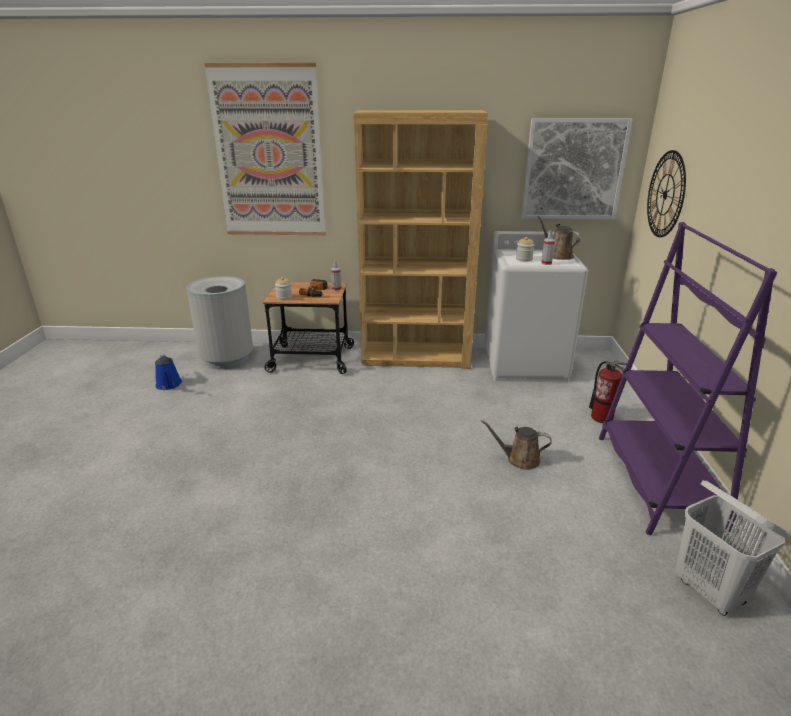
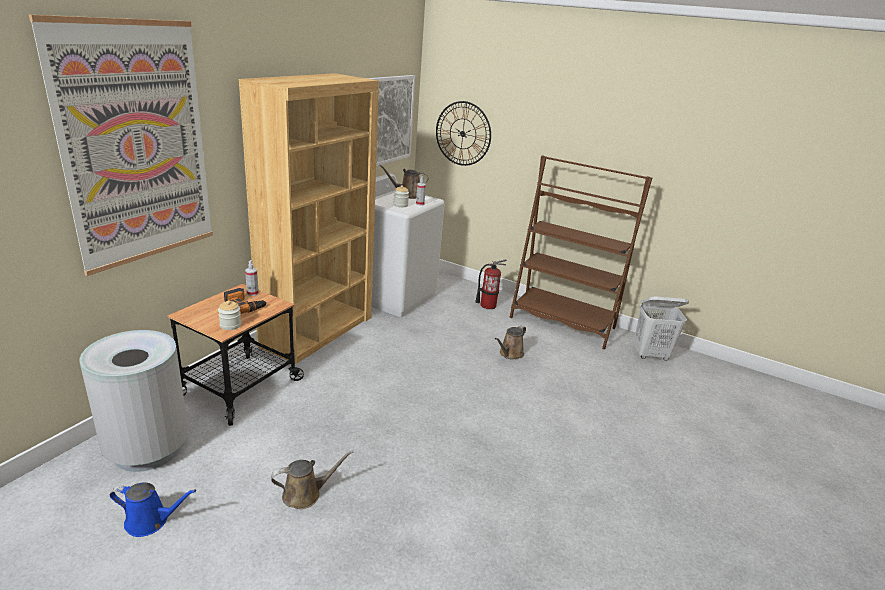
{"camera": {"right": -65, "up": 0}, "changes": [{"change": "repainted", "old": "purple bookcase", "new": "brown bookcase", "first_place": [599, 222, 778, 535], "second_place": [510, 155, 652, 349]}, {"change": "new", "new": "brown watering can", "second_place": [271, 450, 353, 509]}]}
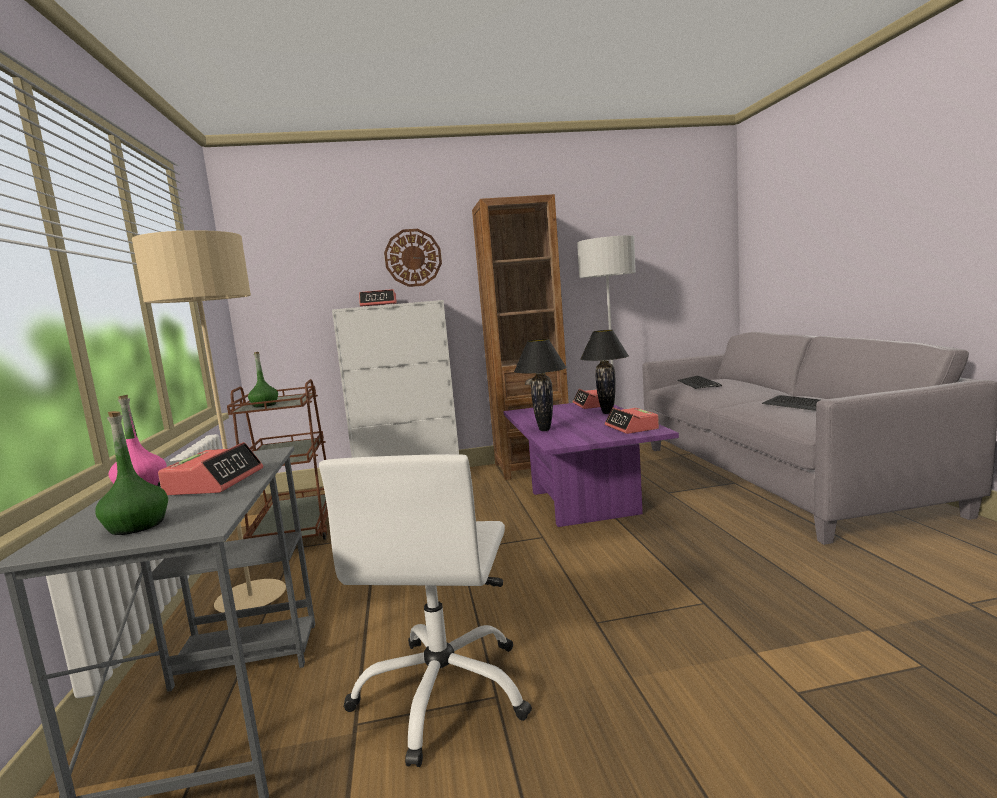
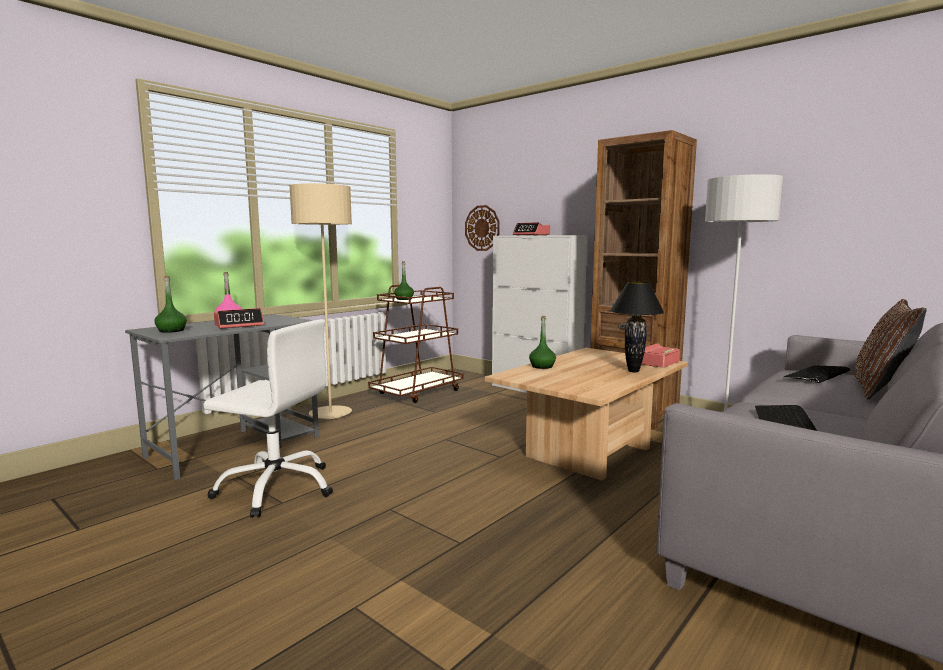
{"camera": {"right": 50, "up": 0}, "changes": [{"change": "rotated", "old": "white office chair", "first_place": [319, 454, 532, 767], "second_place": [203, 319, 333, 518], "degrees": -135}, {"change": "shifted", "old": "wall clock", "first_place": [384, 229, 442, 287], "second_place": [465, 205, 500, 251]}, {"change": "repainted", "old": "purple coffee table", "new": "beige coffee table", "first_place": [503, 403, 679, 527], "second_place": [485, 348, 688, 480]}, {"change": "swapped", "old": "black table lamp", "new": "green bottle", "first_place": [514, 339, 567, 431], "second_place": [529, 316, 556, 369]}, {"change": "gone", "old": "alarm clock", "first_place": [605, 408, 659, 434]}, {"change": "new", "new": "brown pillow", "second_place": [855, 299, 927, 399]}]}
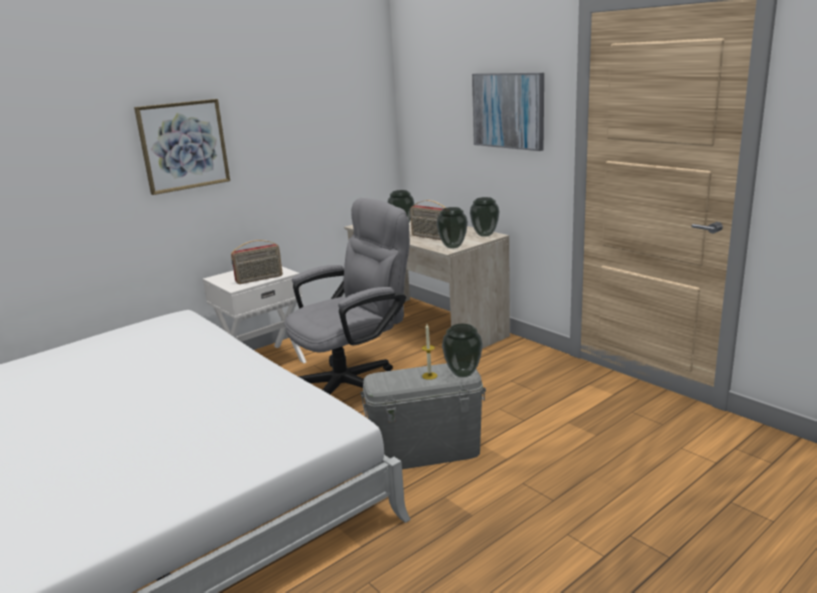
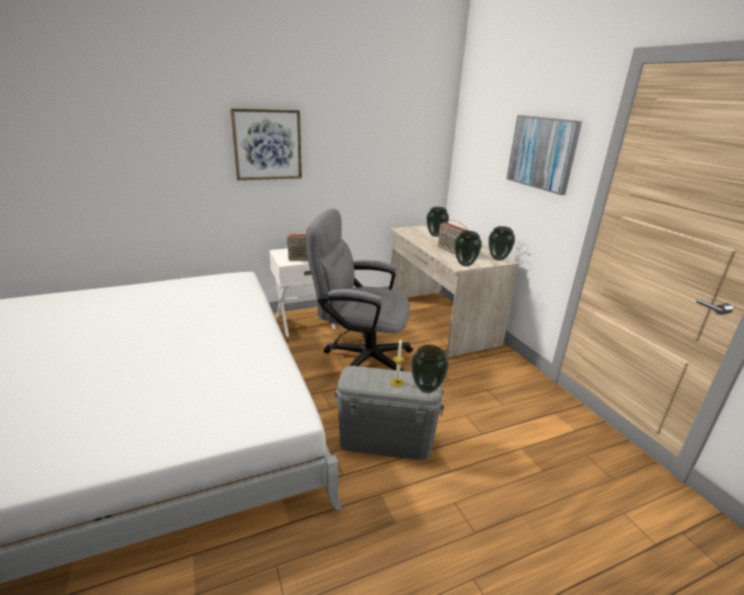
{"camera": {"right": 15, "up": 5}, "changes": [{"change": "rotated", "old": "grey office chair", "first_place": [284, 198, 410, 394], "second_place": [306, 208, 413, 371], "degrees": -150}]}
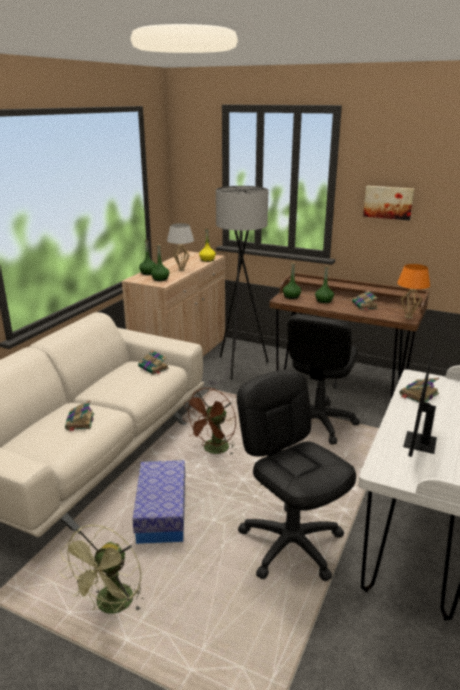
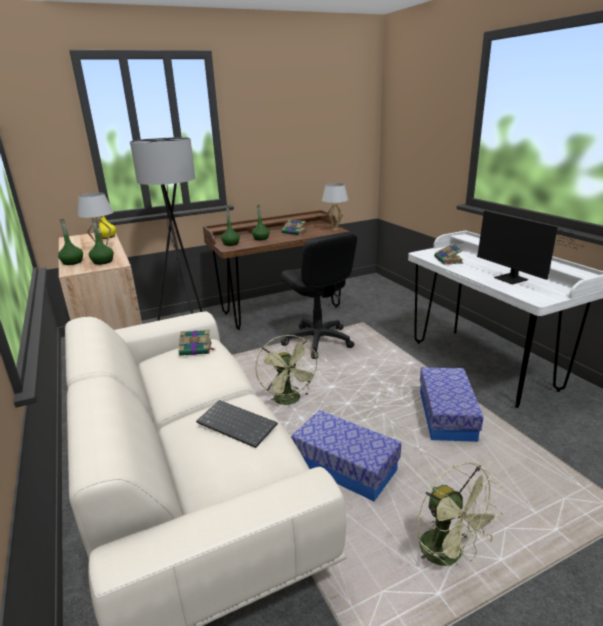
{"camera": {"right": -50, "up": 0}, "changes": [{"change": "swapped", "old": "book", "new": "keyboard", "first_place": [65, 400, 94, 432], "second_place": [196, 400, 278, 448]}, {"change": "repainted", "old": "brown fan", "new": "green fan", "first_place": [184, 388, 236, 454], "second_place": [256, 335, 319, 405]}, {"change": "swapped", "old": "black office chair", "new": "storage box", "first_place": [237, 369, 356, 581], "second_place": [420, 367, 484, 442]}, {"change": "gone", "old": "picture", "first_place": [363, 186, 414, 220]}, {"change": "repainted", "old": "orange table lamp", "new": "white table lamp", "first_place": [397, 264, 430, 319], "second_place": [322, 183, 348, 230]}]}
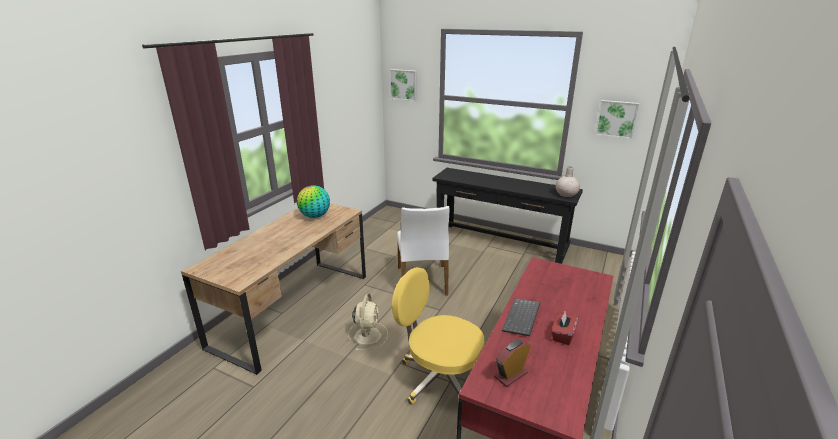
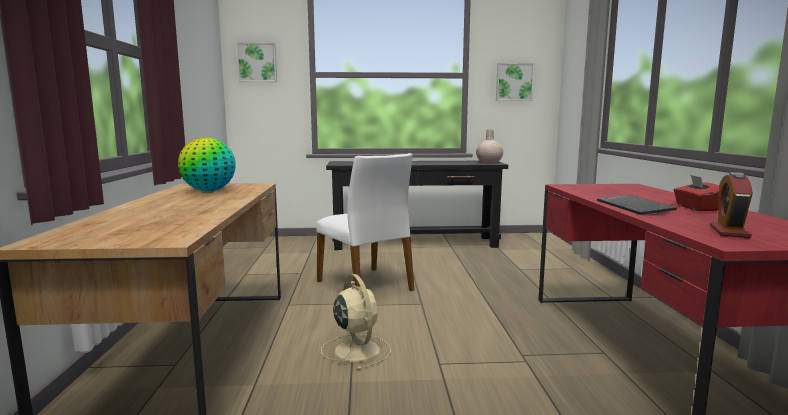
{"camera": {"right": -30, "up": -15}, "changes": [{"change": "gone", "old": "yellow office chair", "first_place": [392, 267, 484, 405]}]}
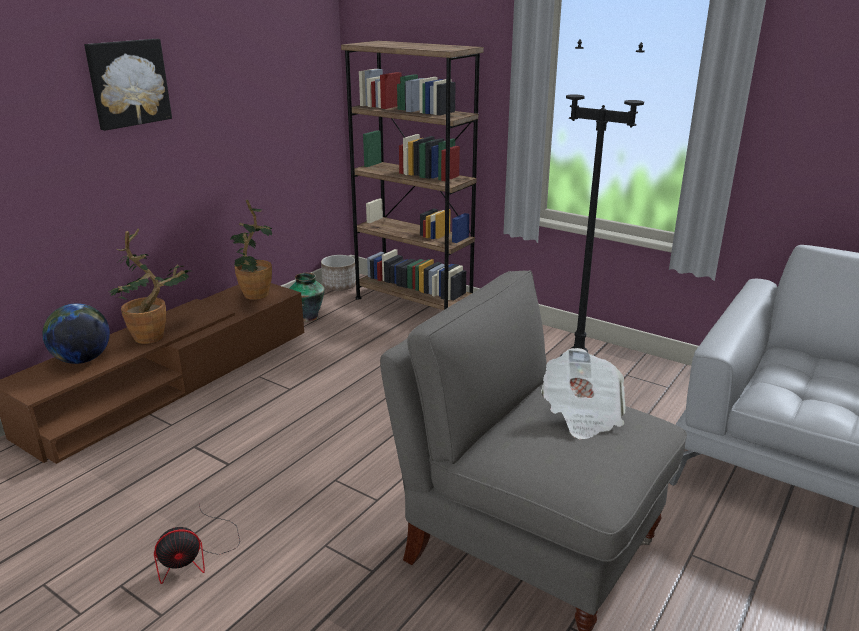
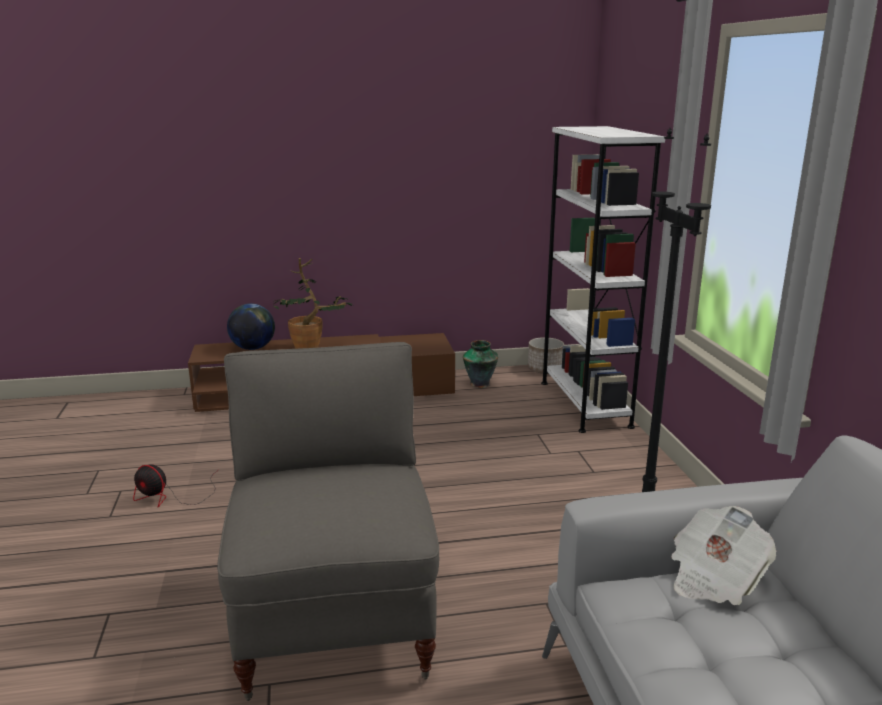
{"camera": {"right": 45, "up": -5}, "changes": [{"change": "gone", "old": "picture", "first_place": [84, 39, 172, 131]}, {"change": "gone", "old": "potted plant", "first_place": [230, 200, 272, 300]}, {"change": "repainted", "old": "brown bookcase", "new": "white bookcase", "first_place": [341, 41, 484, 310], "second_place": [541, 126, 665, 433]}, {"change": "shifted", "old": "newspaper", "first_place": [541, 348, 626, 439], "second_place": [671, 506, 776, 605]}]}
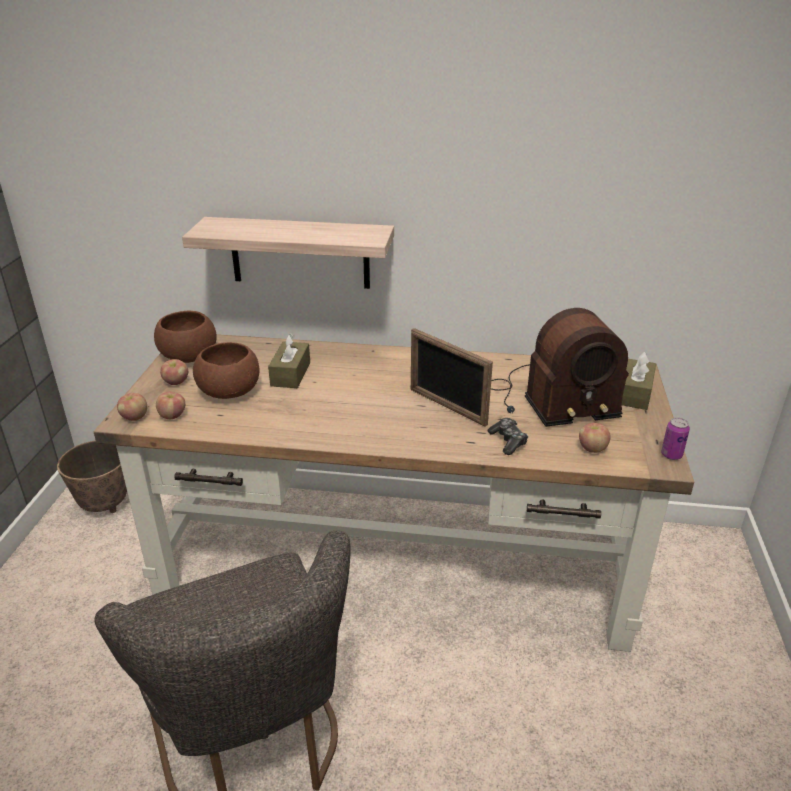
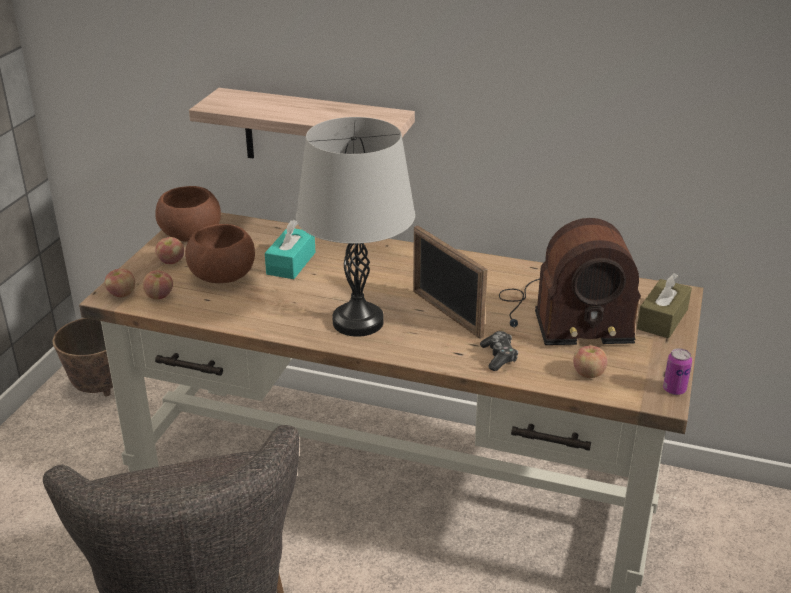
{"camera": {"right": 10, "up": 0}, "changes": [{"change": "repainted", "old": "brown tissue box", "new": "turquoise tissue box", "first_place": [268, 333, 310, 388], "second_place": [265, 220, 316, 279]}, {"change": "new", "new": "grey table lamp", "second_place": [296, 117, 415, 337]}]}
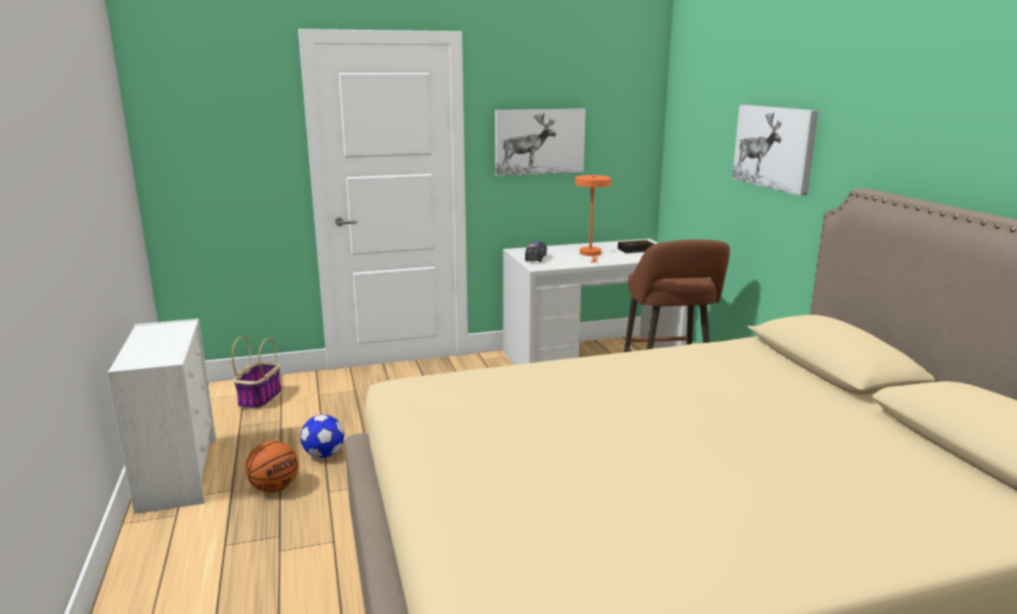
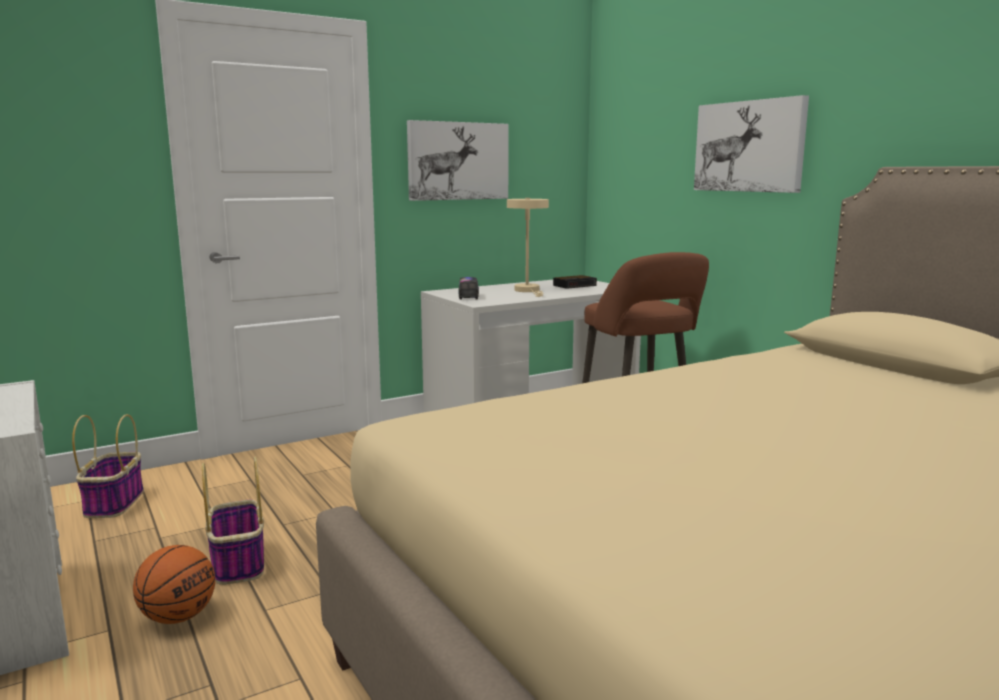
{"camera": {"right": -15, "up": -5}, "changes": [{"change": "swapped", "old": "football", "new": "basket", "first_place": [300, 415, 344, 458], "second_place": [202, 457, 264, 585]}, {"change": "repainted", "old": "orange table lamp", "new": "beige table lamp", "first_place": [575, 175, 611, 263], "second_place": [507, 198, 549, 297]}]}
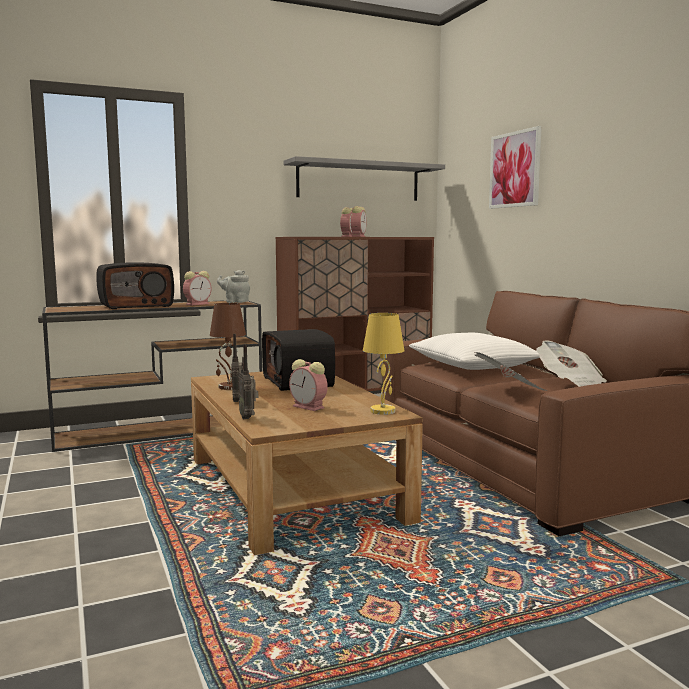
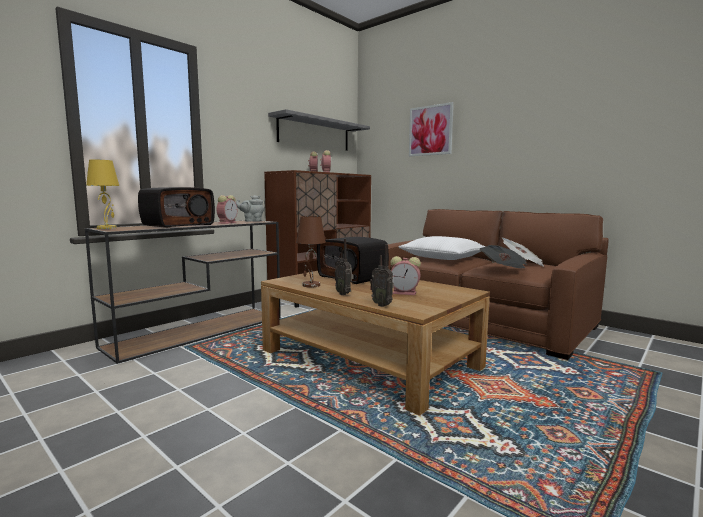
{"camera": {"right": -25, "up": 0}, "changes": [{"change": "shifted", "old": "yellow table lamp", "first_place": [363, 313, 405, 415], "second_place": [86, 159, 119, 229]}]}
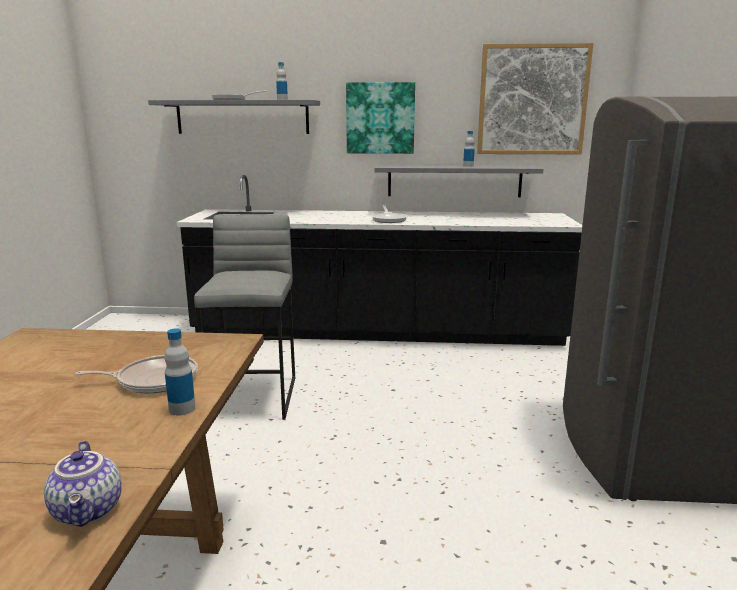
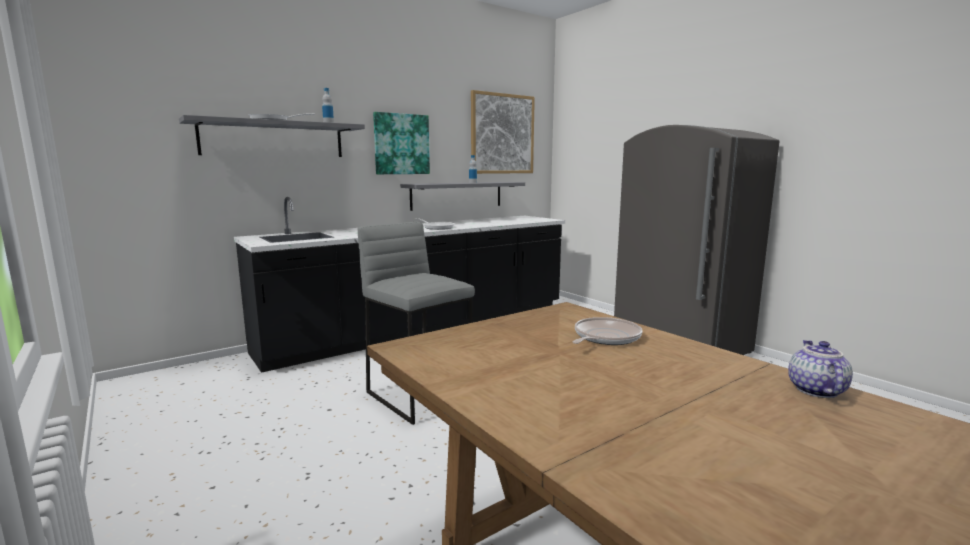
{"camera": {"right": -40, "up": -5}, "changes": [{"change": "rotated", "old": "teapot", "first_place": [44, 440, 122, 527], "second_place": [788, 340, 853, 398], "degrees": -105}, {"change": "gone", "old": "bottle", "first_place": [164, 328, 195, 416]}]}
